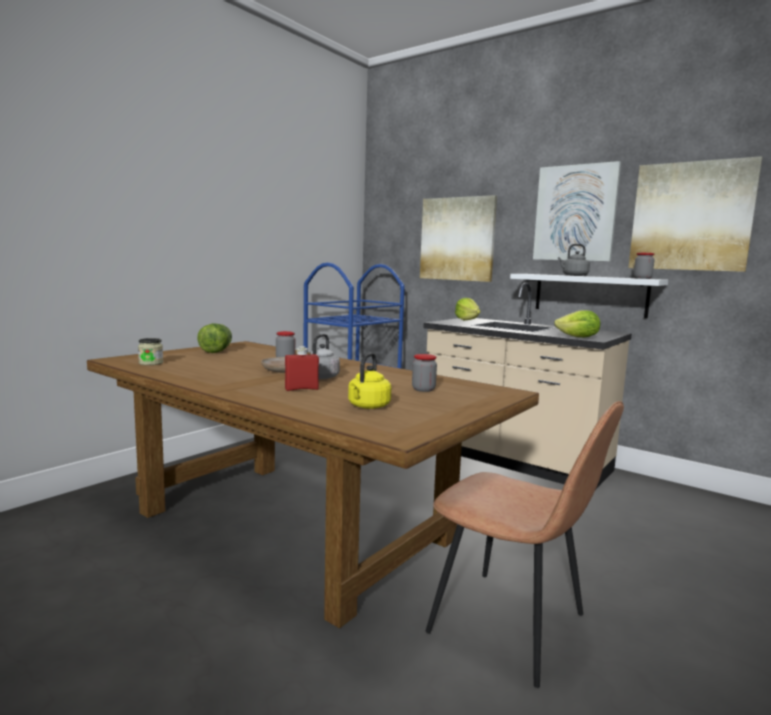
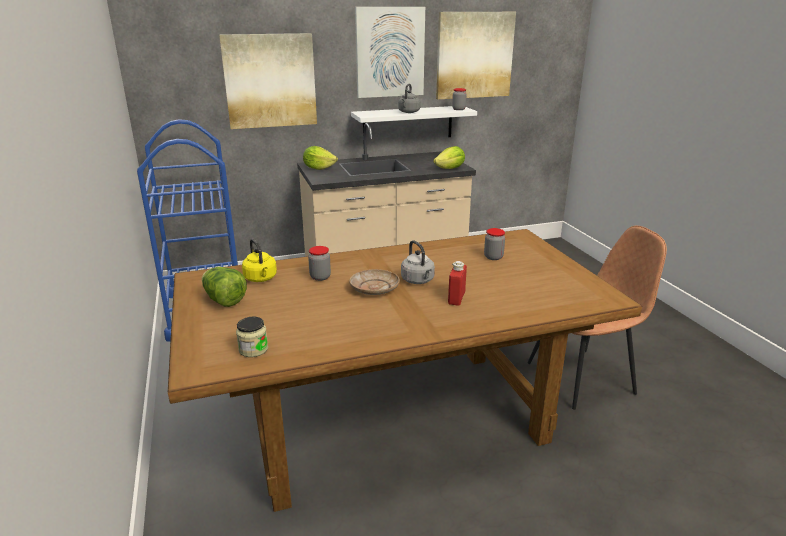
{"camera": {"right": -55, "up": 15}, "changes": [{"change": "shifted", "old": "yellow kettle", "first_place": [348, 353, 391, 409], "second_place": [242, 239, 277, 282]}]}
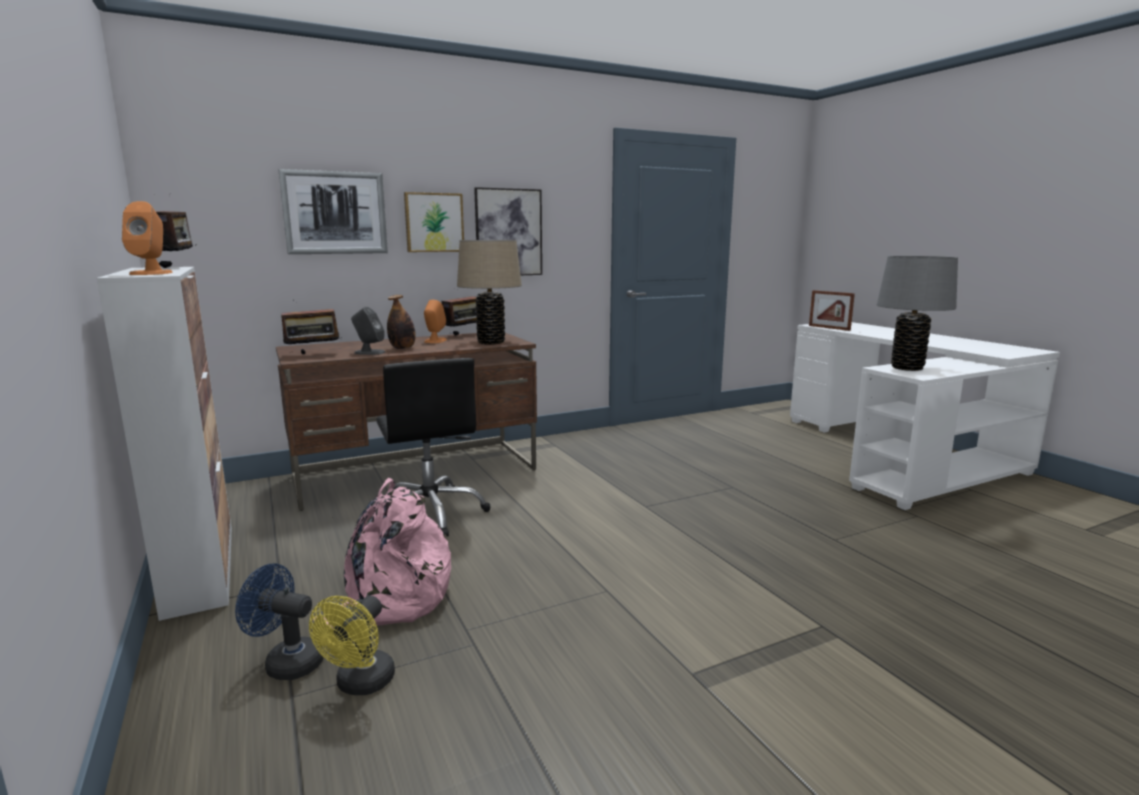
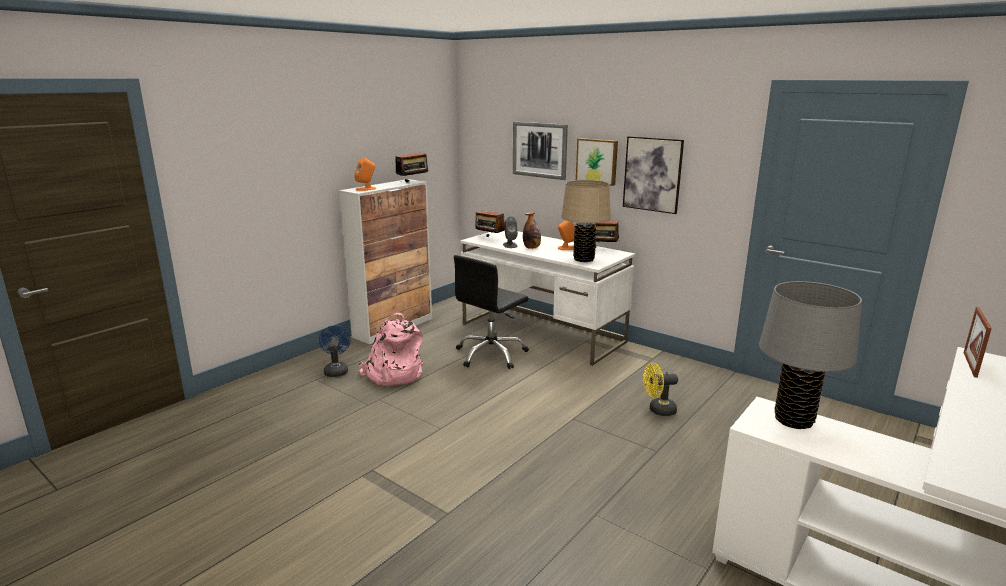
{"camera": {"right": 65, "up": 5}, "changes": [{"change": "repainted", "old": "brown desk", "new": "white desk", "first_place": [276, 333, 537, 511], "second_place": [460, 230, 635, 366]}, {"change": "shifted", "old": "yellow fan", "first_place": [309, 596, 395, 695], "second_place": [643, 363, 678, 416]}]}
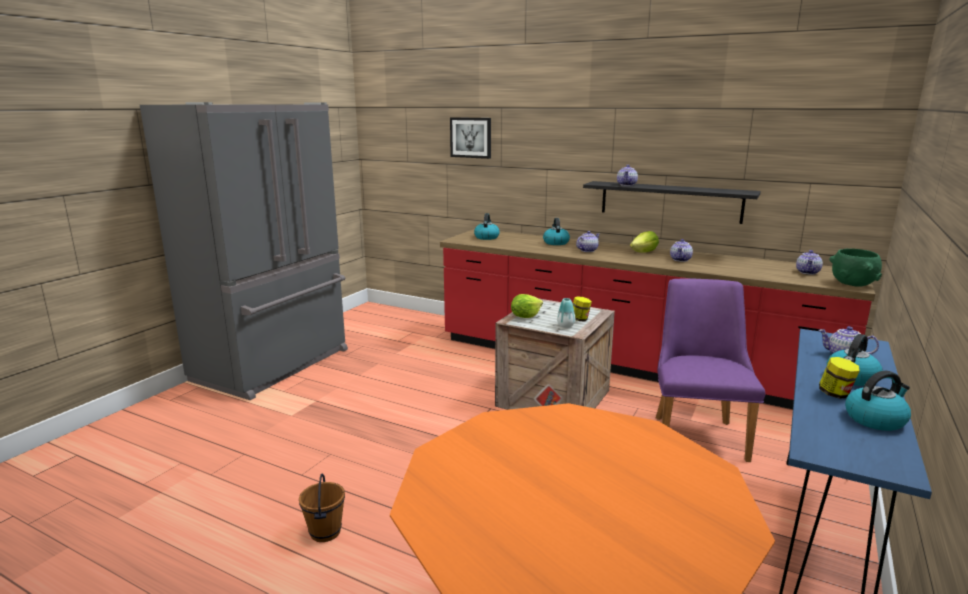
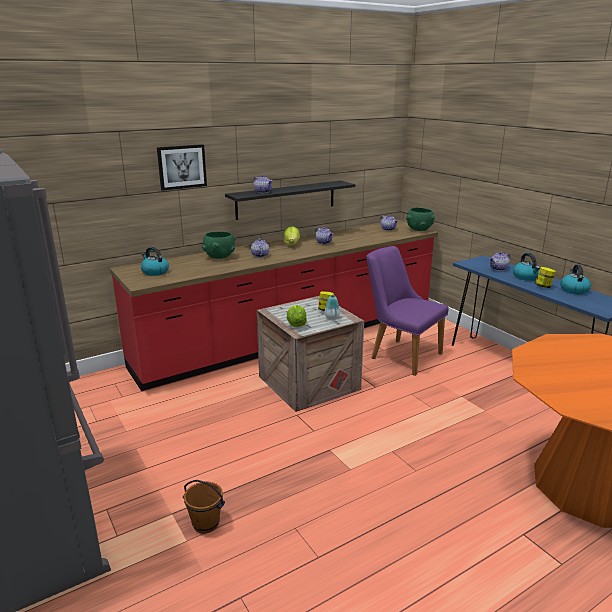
{"camera": {"right": -60, "up": 5}, "changes": [{"change": "shifted", "old": "brown bucket", "first_place": [299, 474, 345, 542], "second_place": [183, 480, 225, 534]}, {"change": "shifted", "old": "picture", "first_place": [450, 117, 491, 159], "second_place": [157, 144, 207, 191]}, {"change": "swapped", "old": "kettle", "new": "green bowl", "first_place": [543, 218, 570, 245], "second_place": [202, 231, 236, 259]}]}
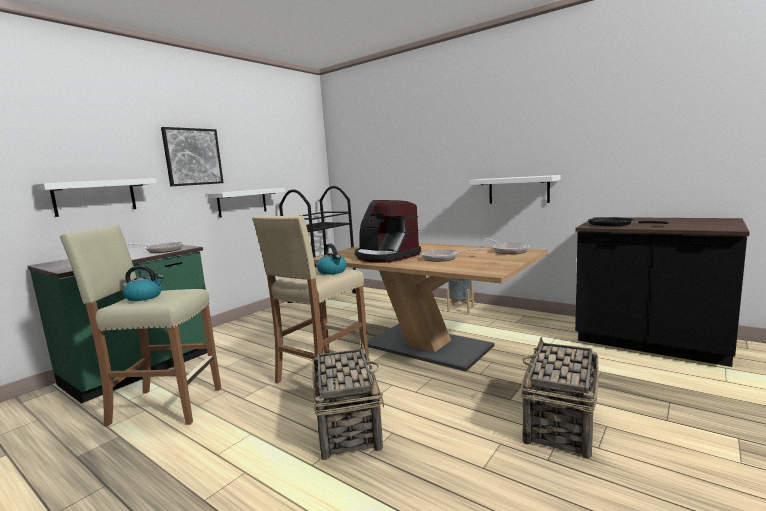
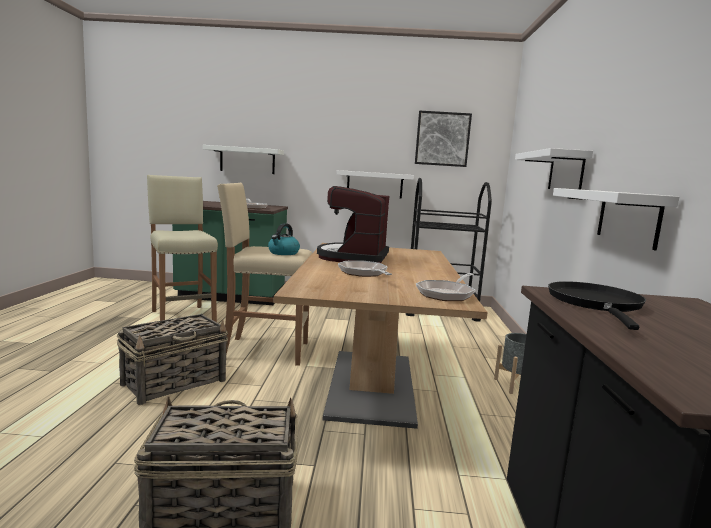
{"camera": {"right": 55, "up": 0}, "changes": [{"change": "gone", "old": "kettle", "first_place": [123, 265, 164, 301]}, {"change": "shifted", "old": "picture", "first_place": [161, 127, 224, 187], "second_place": [415, 111, 472, 167]}, {"change": "new", "new": "white shelf", "second_place": [515, 148, 593, 190]}]}
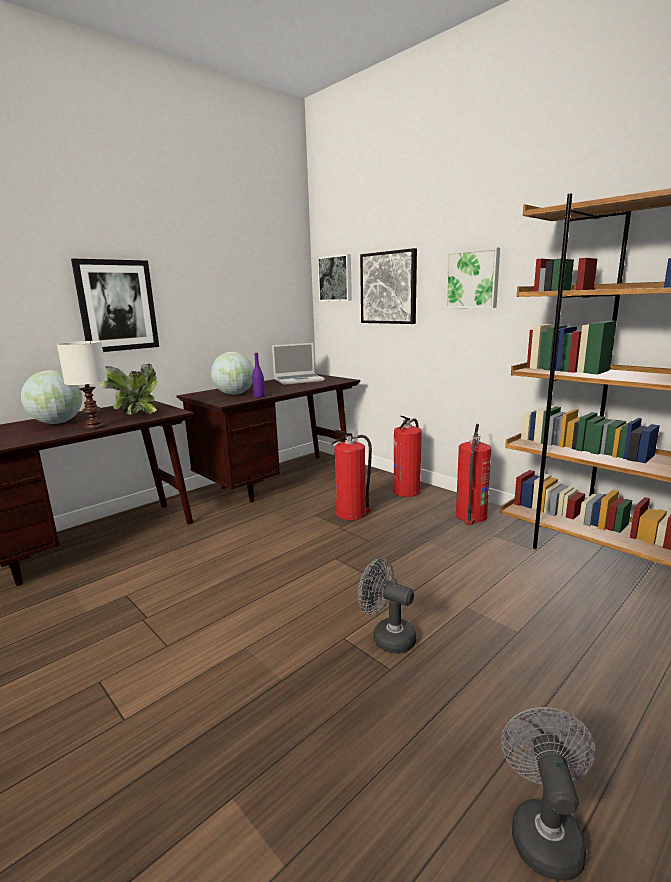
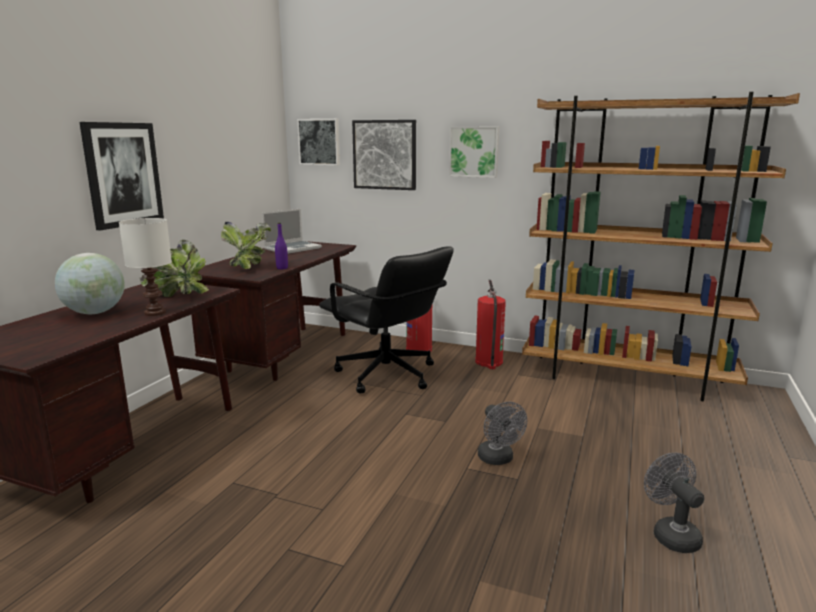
{"camera": {"right": -25, "up": 0}, "changes": [{"change": "swapped", "old": "globe", "new": "potted plant", "first_place": [211, 352, 254, 395], "second_place": [221, 221, 271, 269]}, {"change": "swapped", "old": "fire extinguisher", "new": "black office chair", "first_place": [331, 429, 372, 520], "second_place": [319, 247, 453, 393]}, {"change": "rotated", "old": "grey fan", "first_place": [358, 558, 416, 654], "second_place": [478, 402, 527, 465], "degrees": -120}]}
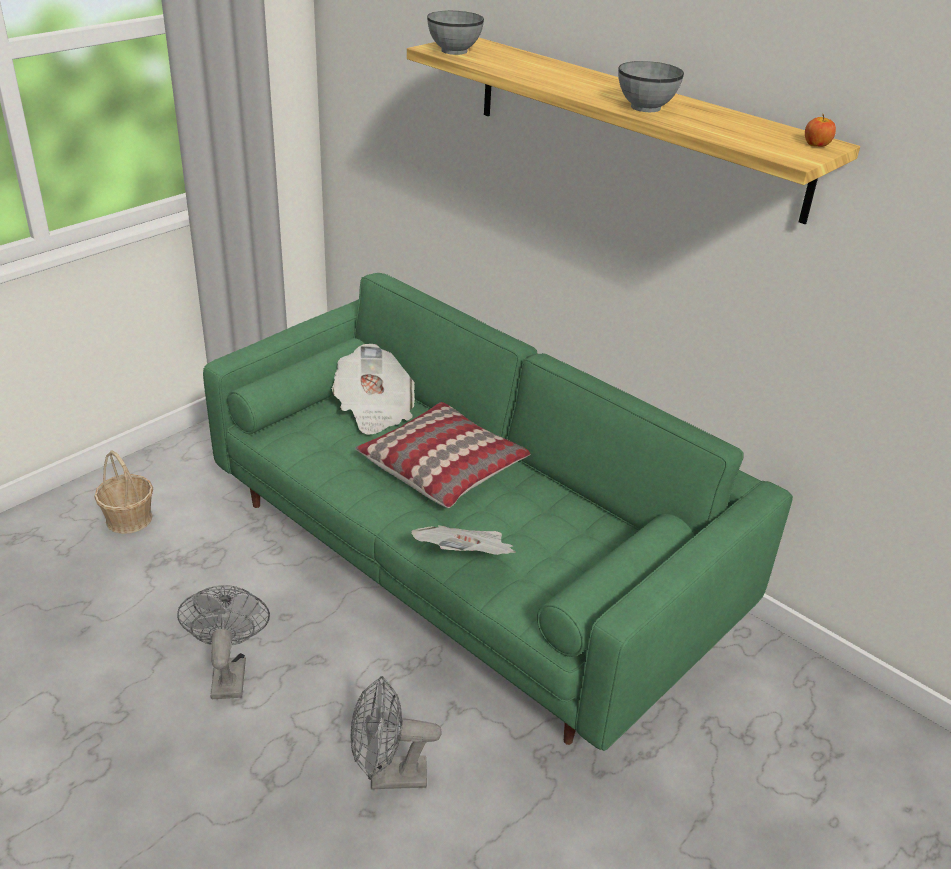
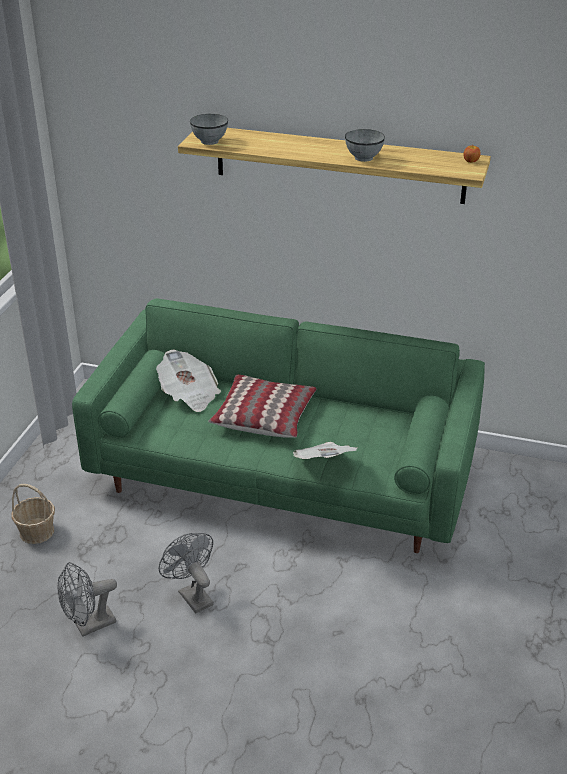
{"camera": {"right": -25, "up": 0}, "changes": [{"change": "shifted", "old": "grey fan", "first_place": [350, 676, 442, 790], "second_place": [57, 562, 117, 637]}]}
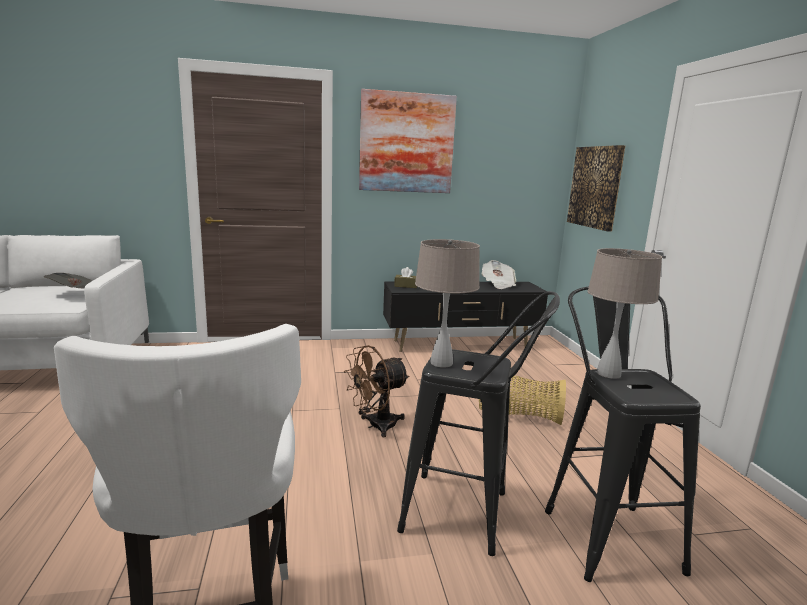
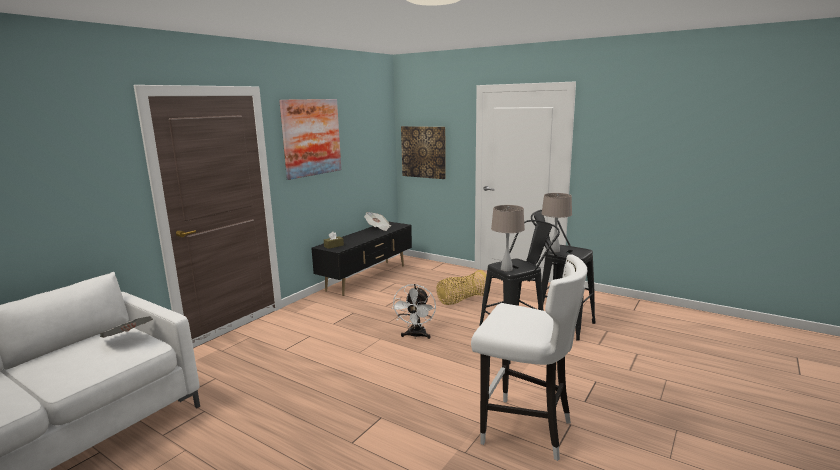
{"camera": {"right": -45, "up": 0}, "changes": [{"change": "repainted", "old": "brown fan", "new": "white fan", "first_place": [344, 345, 410, 437], "second_place": [391, 284, 436, 339]}]}
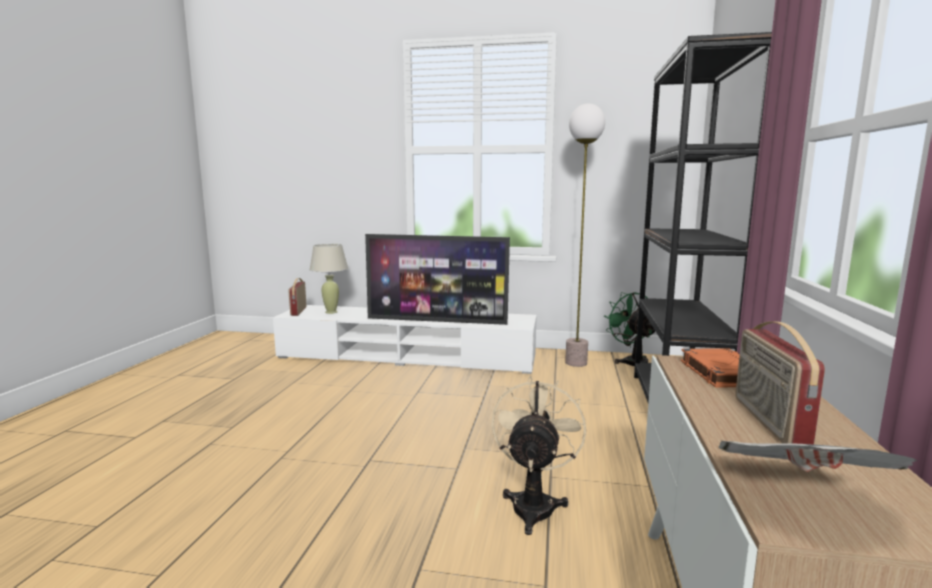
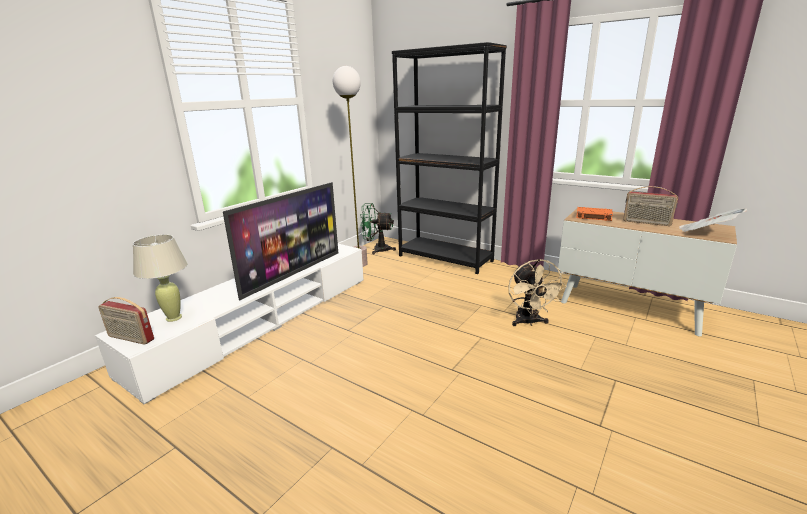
{"camera": {"right": -65, "up": 10}, "changes": [{"change": "rotated", "old": "beige fan", "first_place": [491, 376, 586, 535], "second_place": [508, 259, 567, 326], "degrees": -135}]}
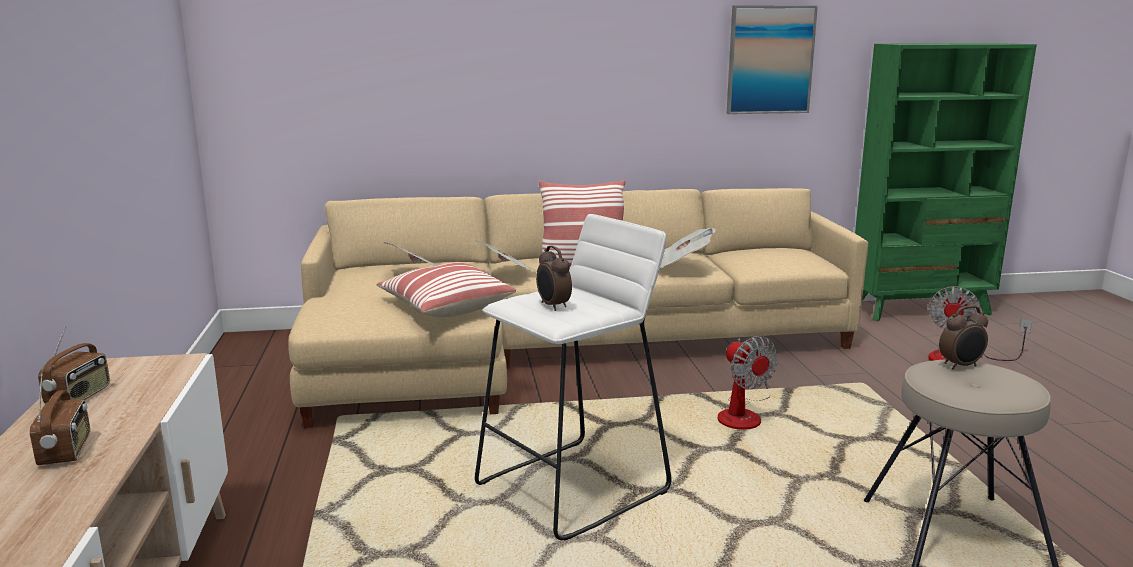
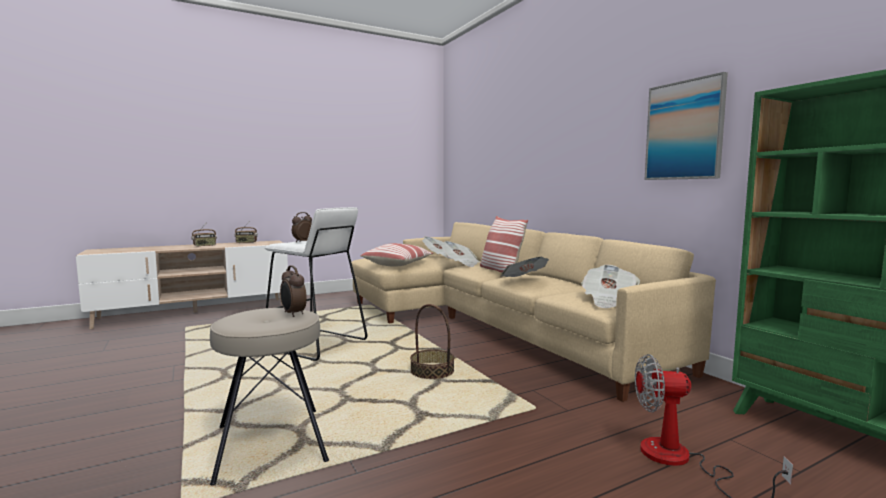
{"camera": {"right": 70, "up": -10}, "changes": [{"change": "swapped", "old": "fan", "new": "basket", "first_place": [718, 336, 778, 430], "second_place": [410, 304, 455, 379]}, {"change": "new", "new": "newspaper", "second_place": [581, 265, 640, 308]}]}
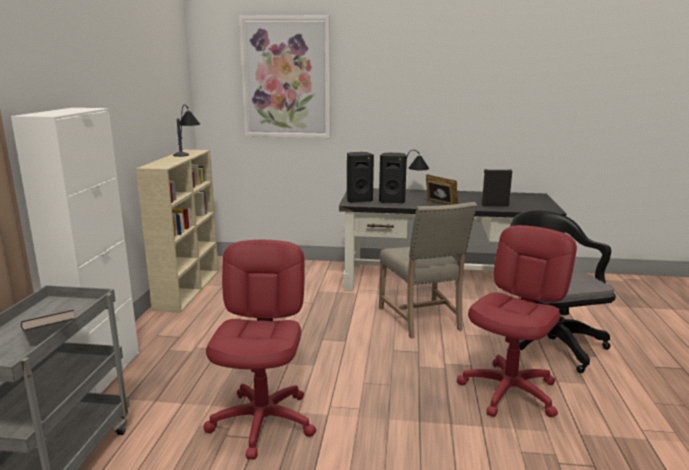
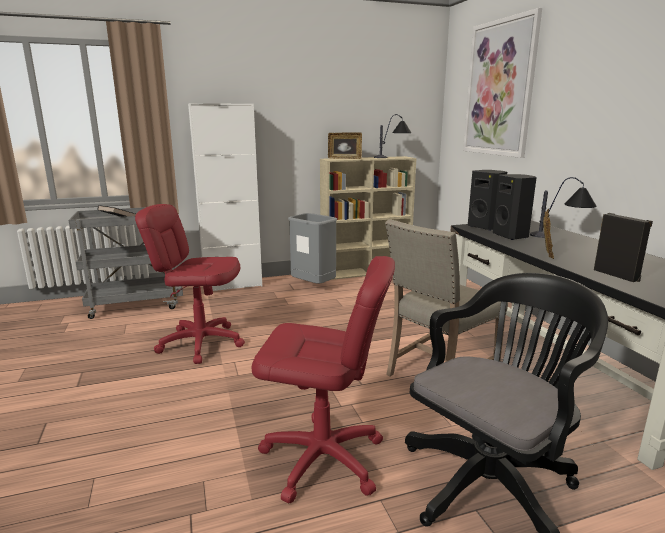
{"camera": {"right": 65, "up": 0}, "changes": [{"change": "rotated", "old": "red office chair", "first_place": [204, 240, 316, 459], "second_place": [135, 204, 245, 364], "degrees": -150}, {"change": "new", "new": "grey trash can", "second_place": [288, 213, 337, 284]}, {"change": "new", "new": "picture frame", "second_place": [328, 132, 362, 159]}]}
